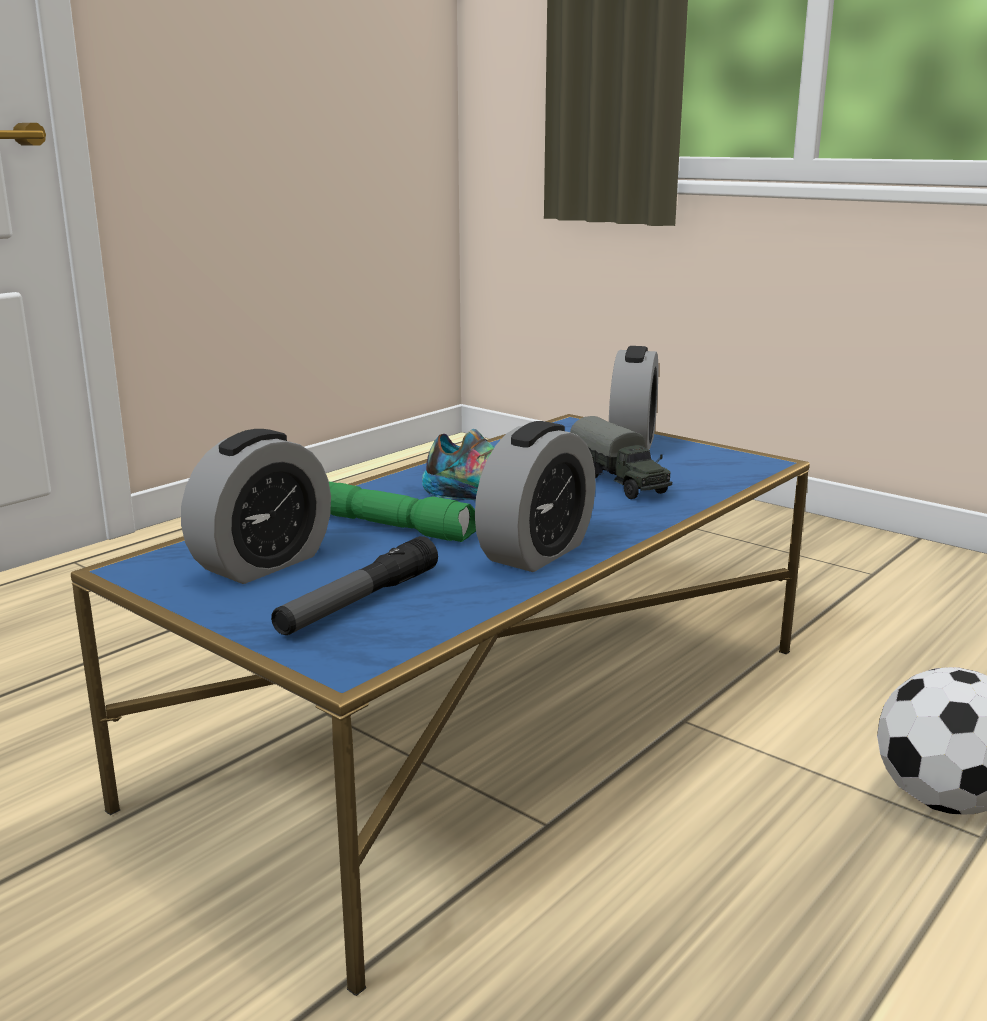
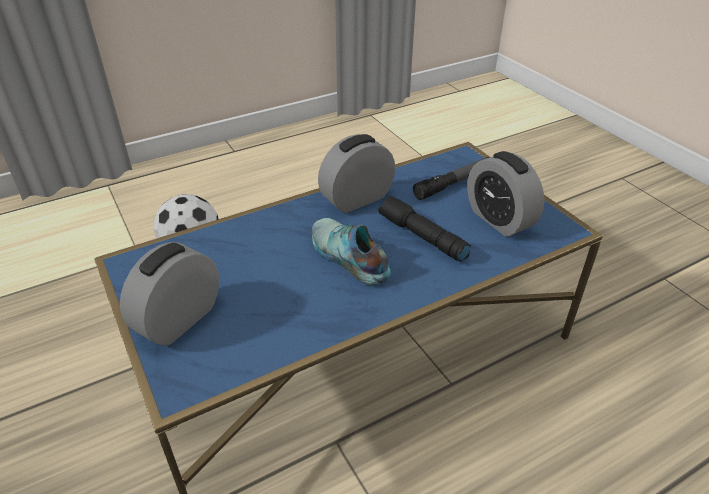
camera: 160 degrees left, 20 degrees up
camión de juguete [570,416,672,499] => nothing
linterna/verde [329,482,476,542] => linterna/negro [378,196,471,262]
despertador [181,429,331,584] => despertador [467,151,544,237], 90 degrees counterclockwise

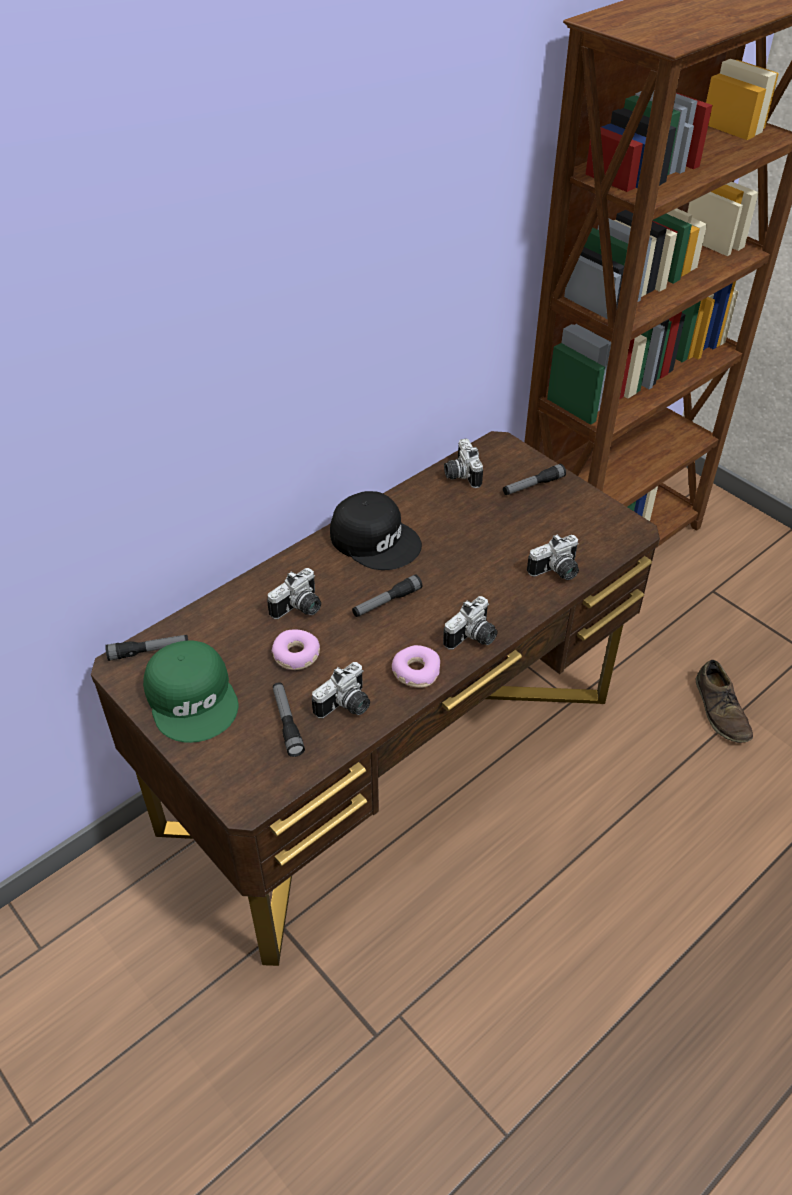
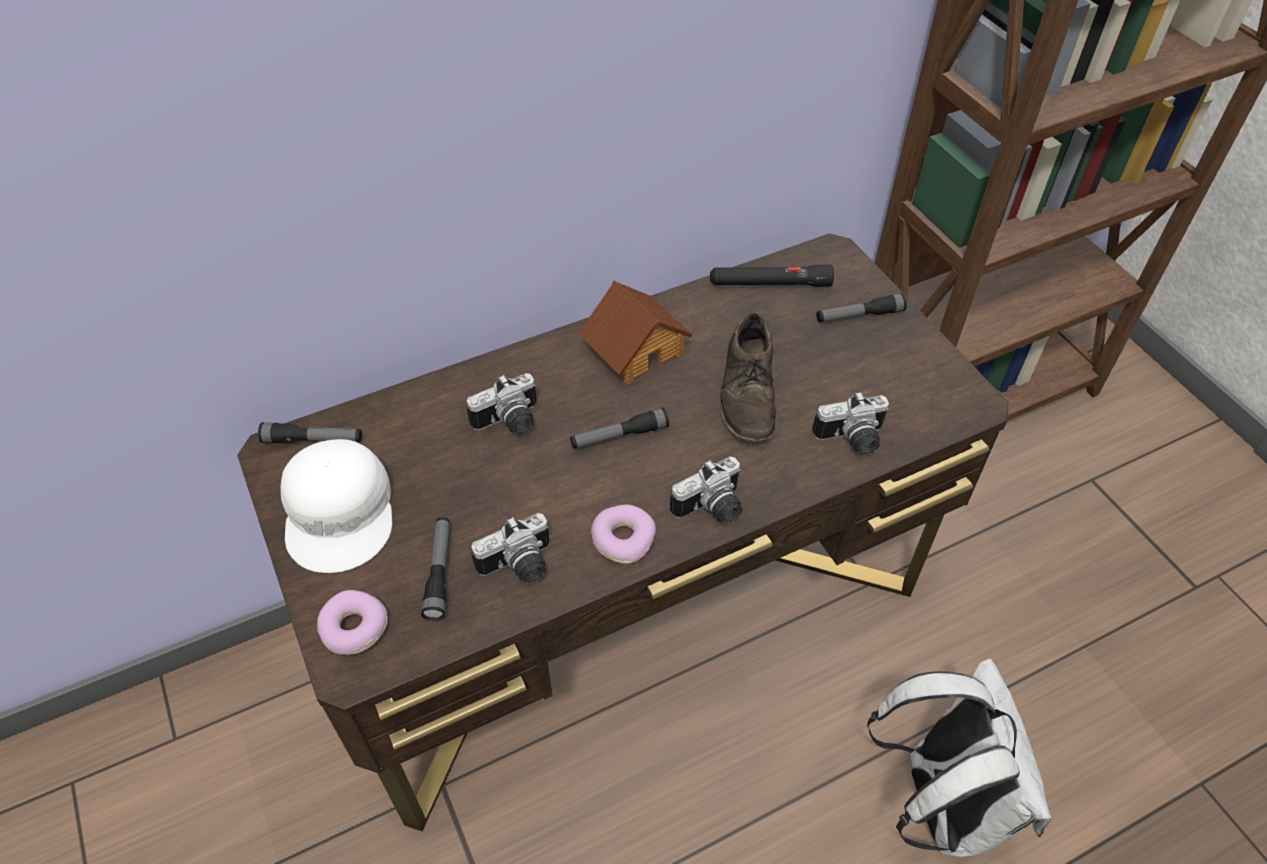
camera: 15 degrees right, 5 degrees up
nothing => mochila/blanco [867,659,1051,857]
rosquilla [272,630,320,670] => rosquilla [317,590,388,655], relocated
zapato/marrón [696,660,753,743] => zapato/marrón [720,313,776,442], relocated
gorra/negro [330,491,422,570] => casita [578,280,693,385]
cámara [444,439,483,488] => linterna/negro [710,265,834,287]
gorra/verde [143,641,239,743] => gorra/blanco [280,439,392,573]

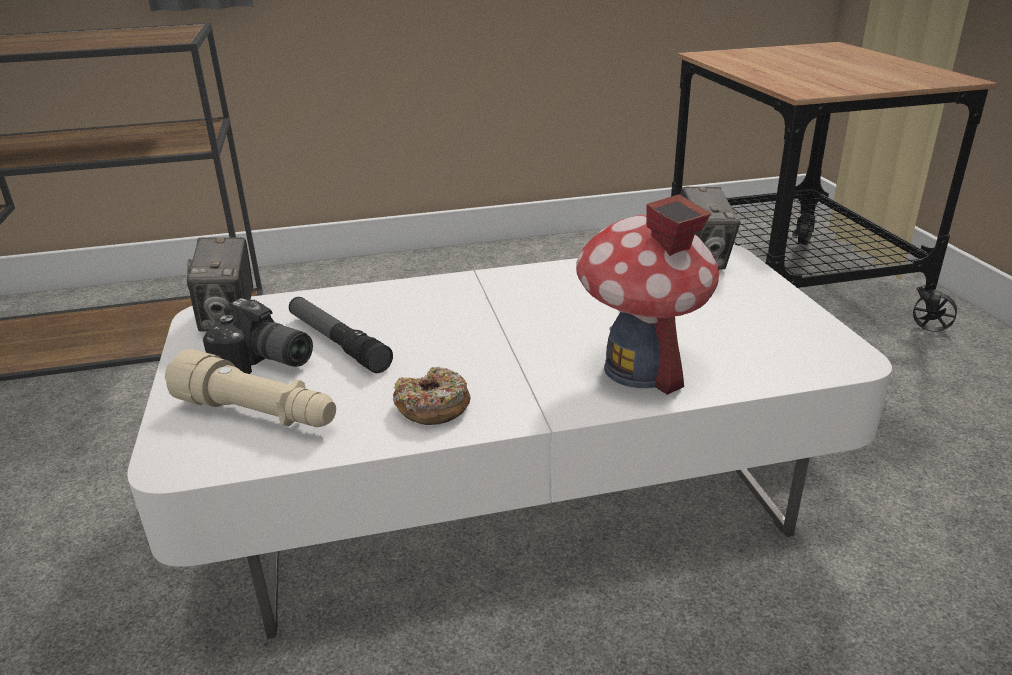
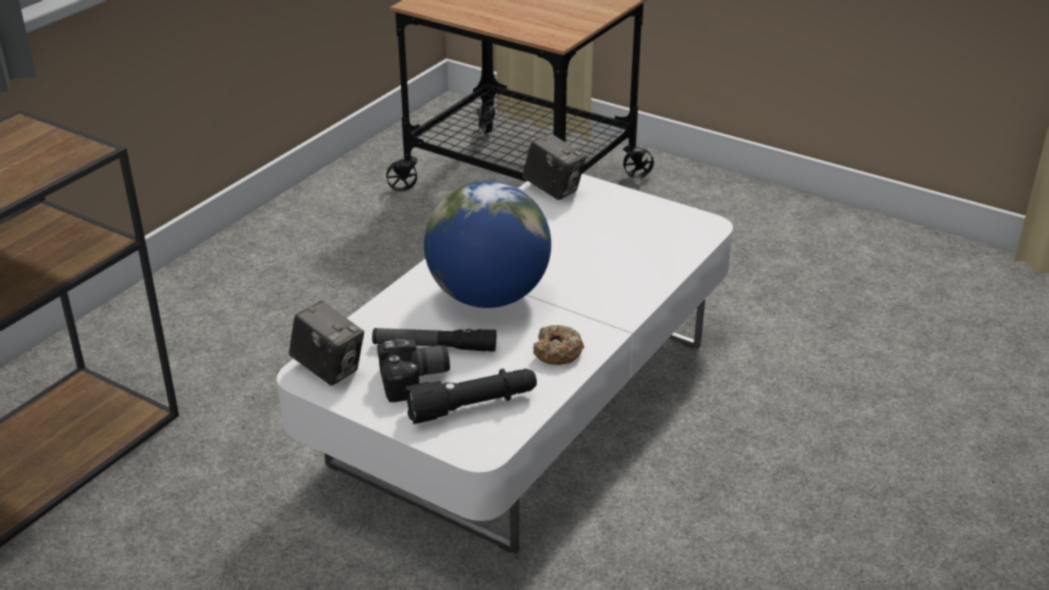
camera: 45 degrees left, 5 degrees up
casita [576,195,719,395] => nothing
nothing => globo terráqueo [424,181,551,308]
linterna/beis [165,349,336,427] => linterna/negro [404,369,537,424]

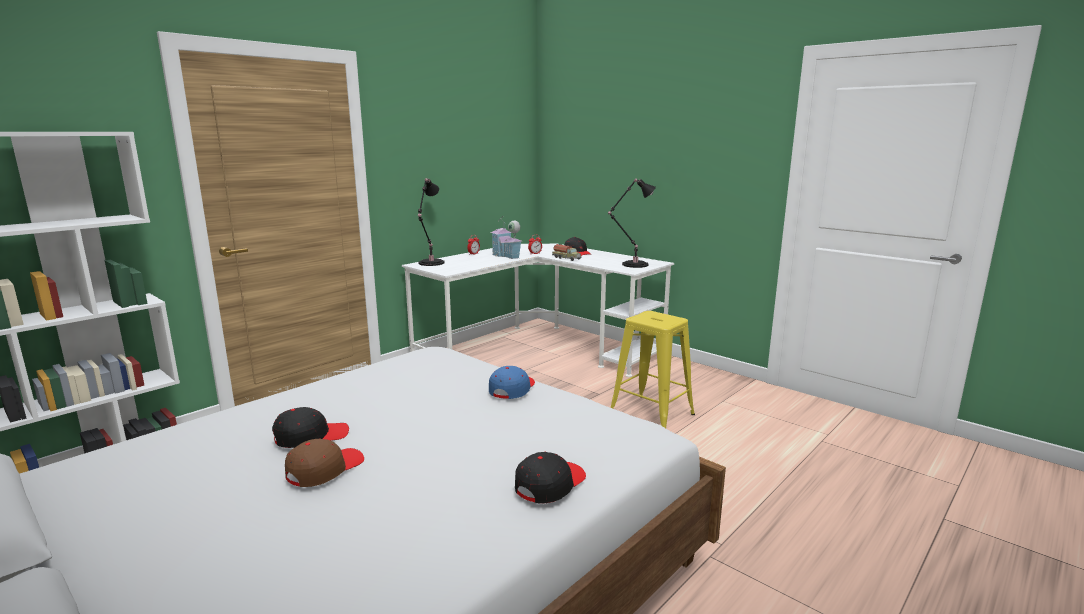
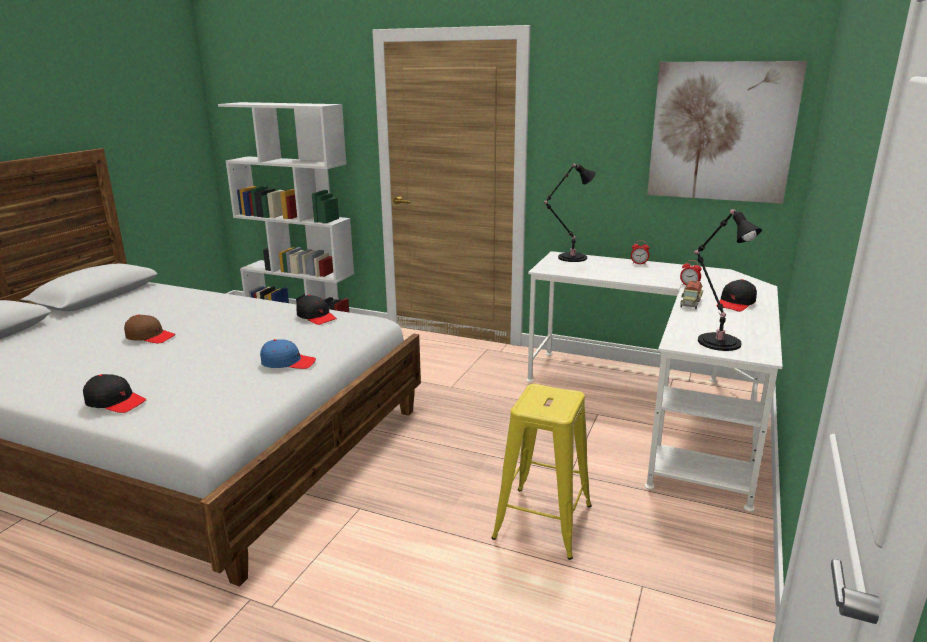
camera: 70 degrees right, 5 degrees up
casita [490,217,522,259] => nothing
nothing => cuadro [647,61,807,204]
gorra/negro [272,407,349,448] => gorra/negro [296,295,337,325], relocated

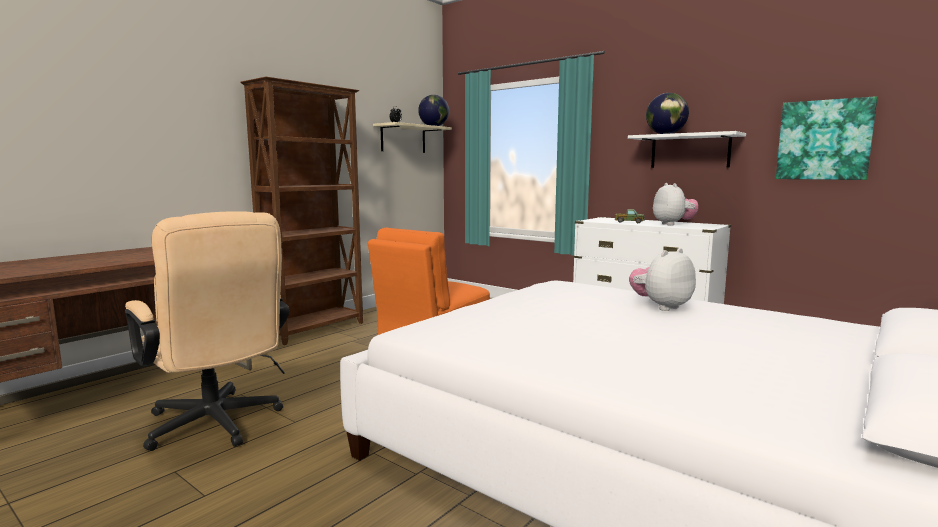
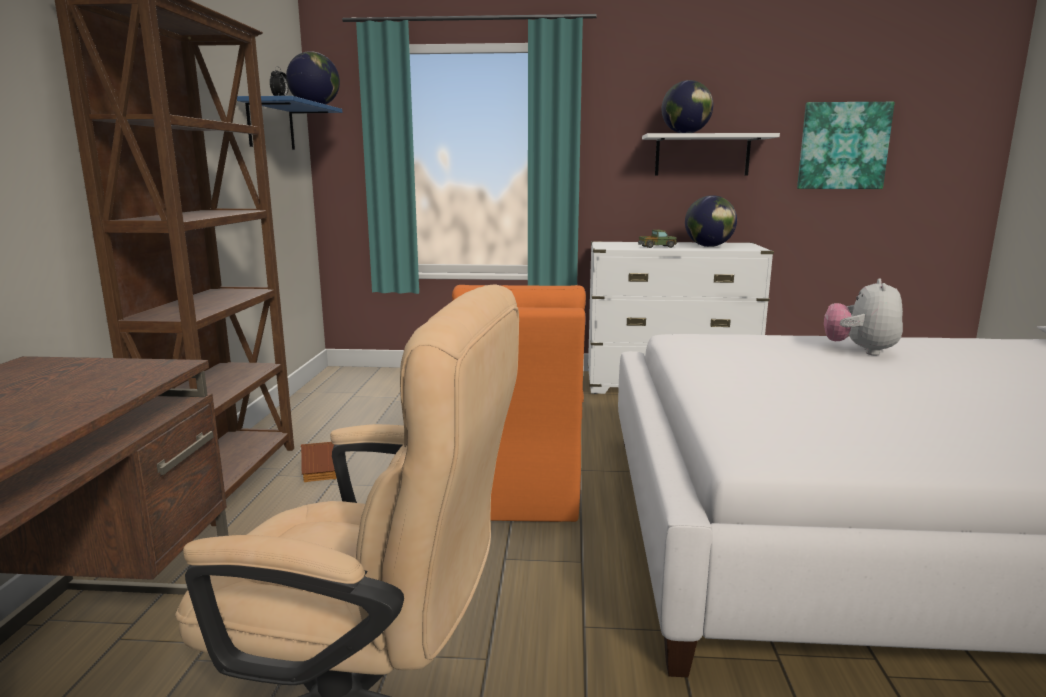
camera: 35 degrees left, 5 degrees up
nothing => casita [301,442,337,482]
peluche [653,183,699,226] => globo terráqueo [685,195,737,247]
estante/beis [373,122,452,153] => estante/azul [237,96,342,150]

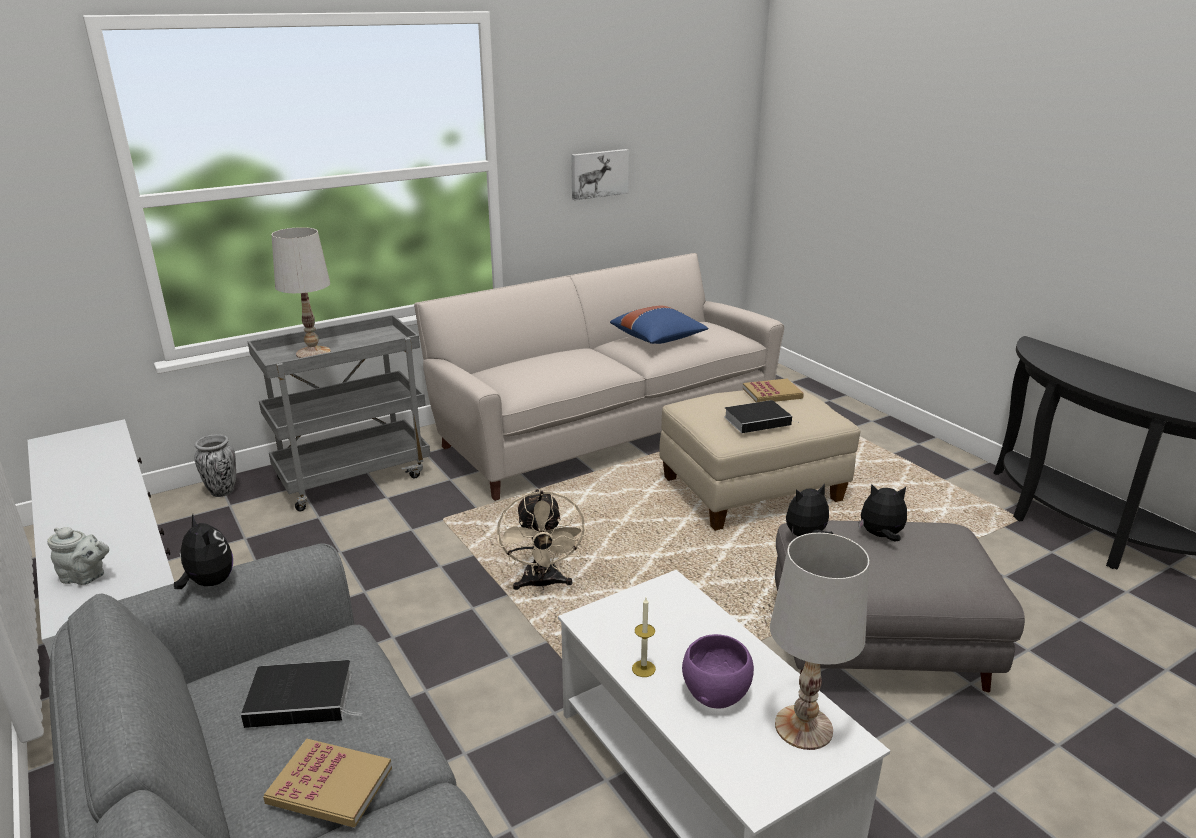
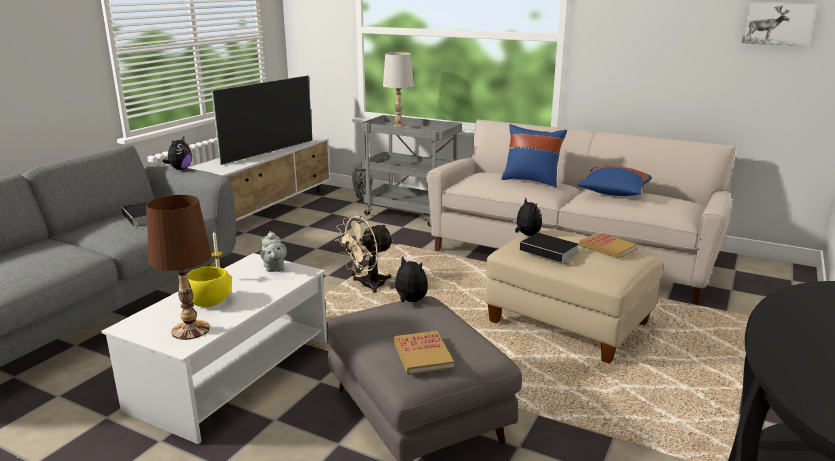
camera: 60 degrees right, 5 degrees down
nothing => televisor [212,75,312,165]
nothing => cojín/azul [501,124,567,187]
tetera/gris [47,527,109,585] => tetera/gris [260,231,287,272], relocated
libro [263,739,392,828] => libro [394,331,454,375], relocated
cuadro [571,149,629,200] => cuadro [741,2,815,46], relocated
peluche [859,484,907,542] => peluche [513,198,542,236], relocated
cuenco/morado [682,634,754,709] => cuenco/amarillo [188,267,232,307]
lámpara de mesa/blanco [770,533,869,750] => lámpara de mesa/marrón [146,195,211,340]

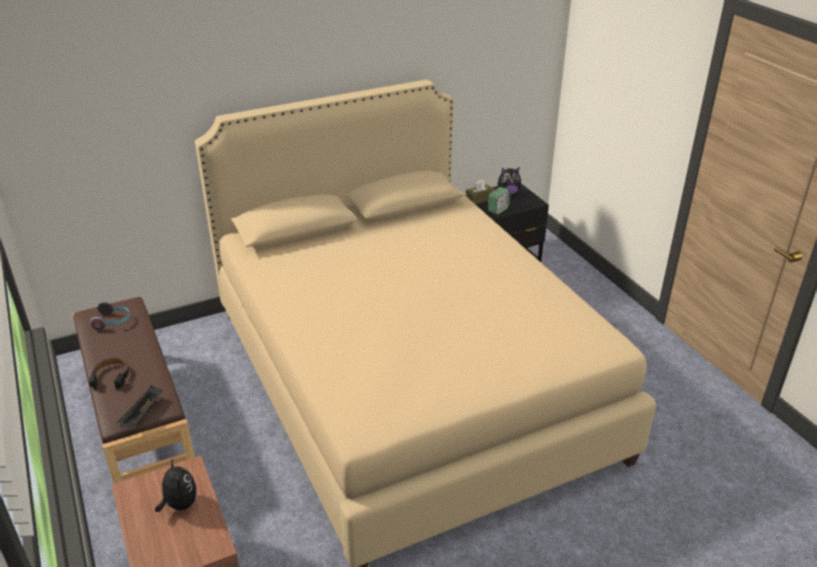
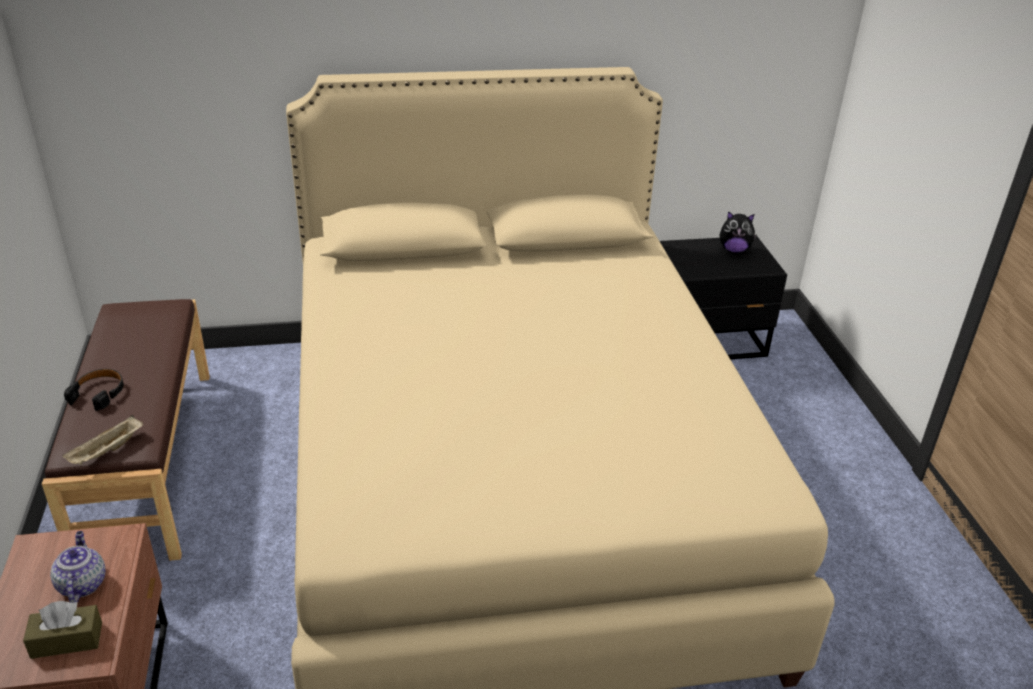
camera: 15 degrees right, 0 degrees up
auriculares [90,302,130,330] => nothing
despertador [488,187,510,215] => nothing
caja de pañuelos/marrón [466,179,494,204] => caja de pañuelos/marrón [23,601,102,659], relocated
peluche [155,460,197,512] => tetera [50,531,105,603]
bandeja/negro [116,386,163,428] => bandeja/beis [63,415,143,465]

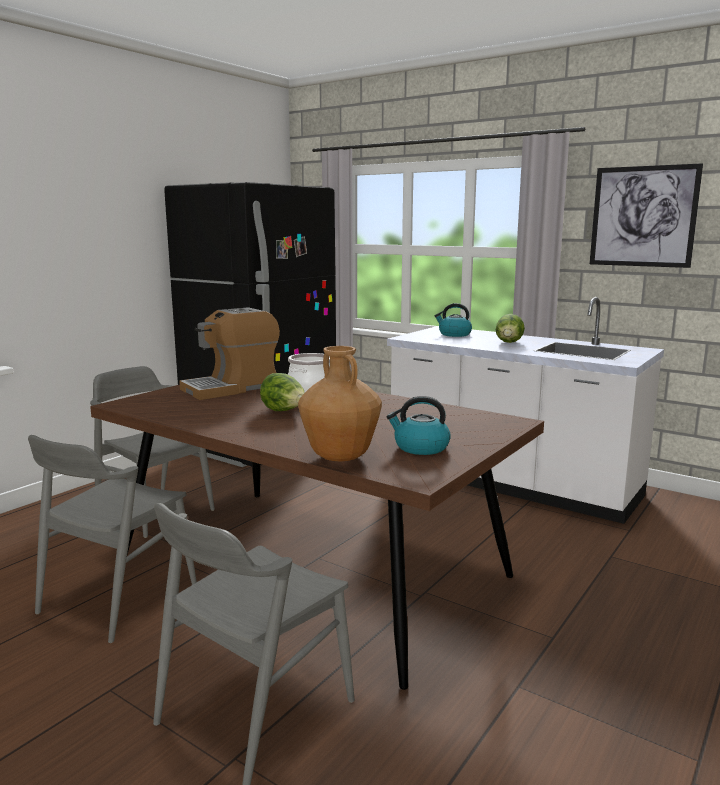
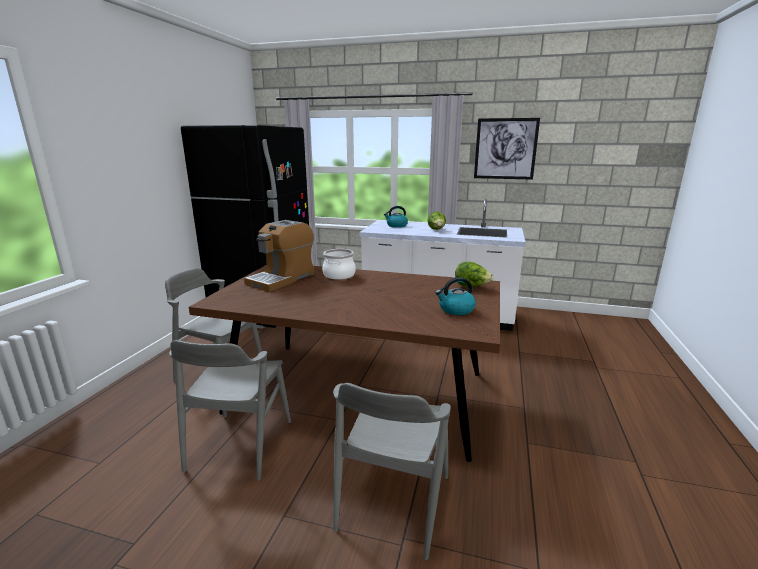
camera: 20 degrees left, 5 degrees up
florero/marrón [298,346,382,461] => nothing
lechuga [260,373,305,411] => lechuga [455,262,494,287], relocated

